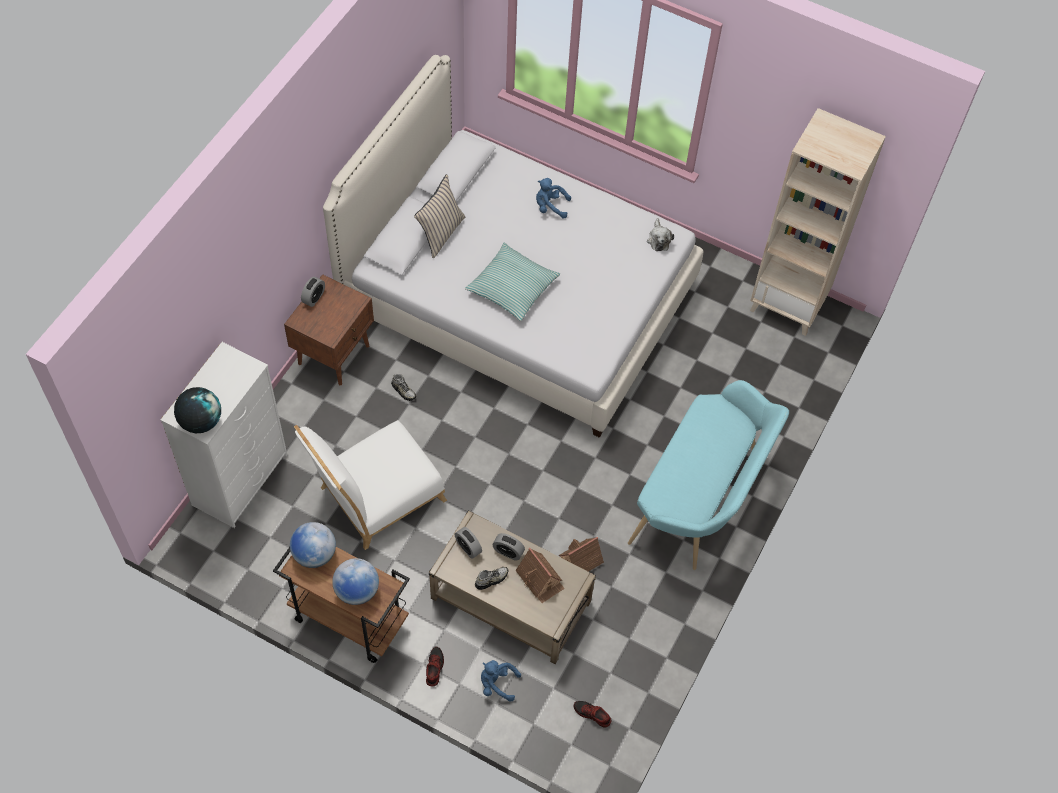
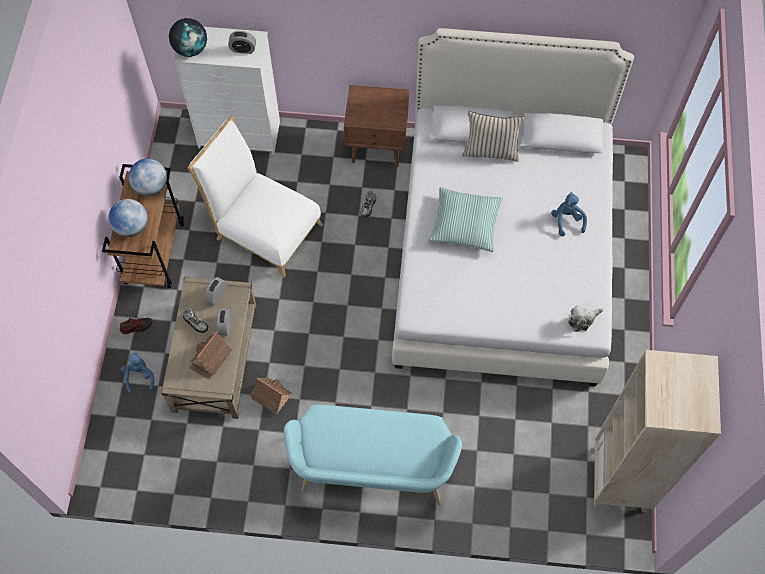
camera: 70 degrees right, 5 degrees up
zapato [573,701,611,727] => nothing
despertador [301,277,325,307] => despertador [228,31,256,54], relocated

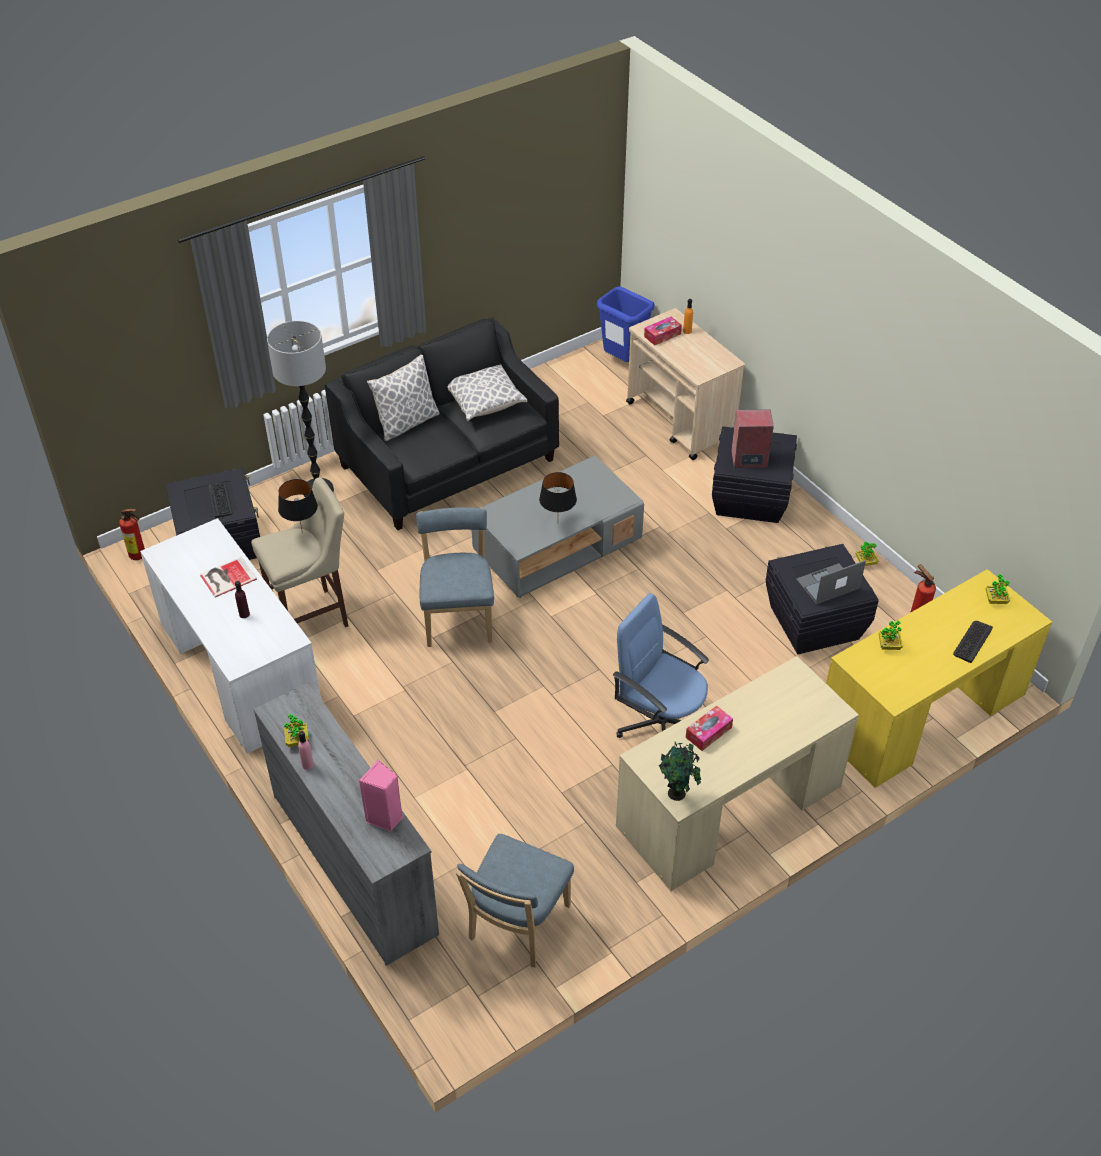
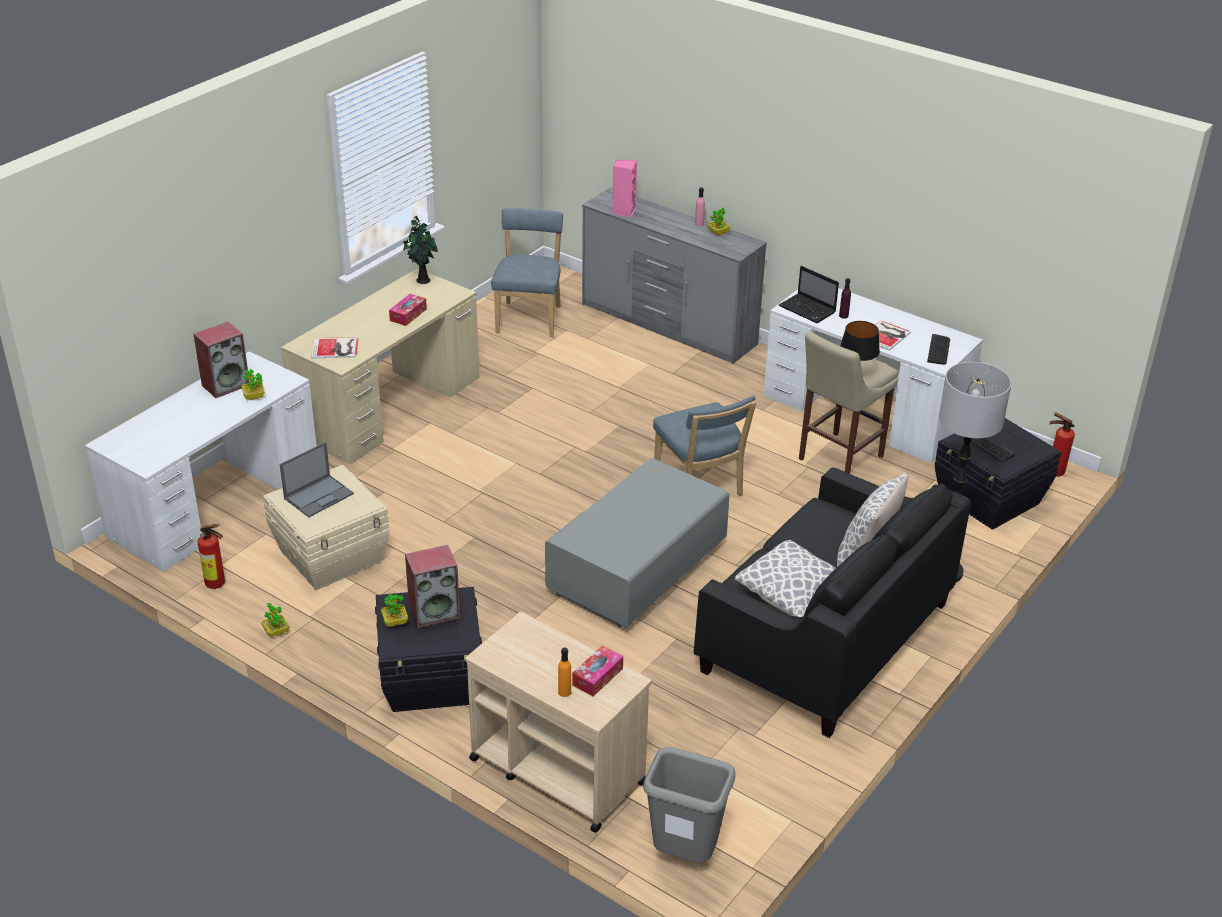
camera: 160 degrees right, 10 degrees down
lámpara de mesa/negro [539,472,577,512] => nothing
silla de oficina/azul [613,593,709,738] => nothing
nothing => altavoz [193,321,249,398]
nothing => libro [311,337,359,358]
nothing => portátil [779,266,839,323]
teclado [953,621,993,663] => teclado [927,334,950,365], relocated
planta en maceta [986,574,1010,604] => planta en maceta [381,594,408,627], relocated
papelera/azul [597,286,655,362] => papelera/gris [643,747,736,863]
caja de almacenaje/negro [766,544,879,654] => caja de almacenaje/beis [263,465,389,590]
escritorio/amarillo [826,569,1052,788] => escritorio/blanco [85,351,317,572]

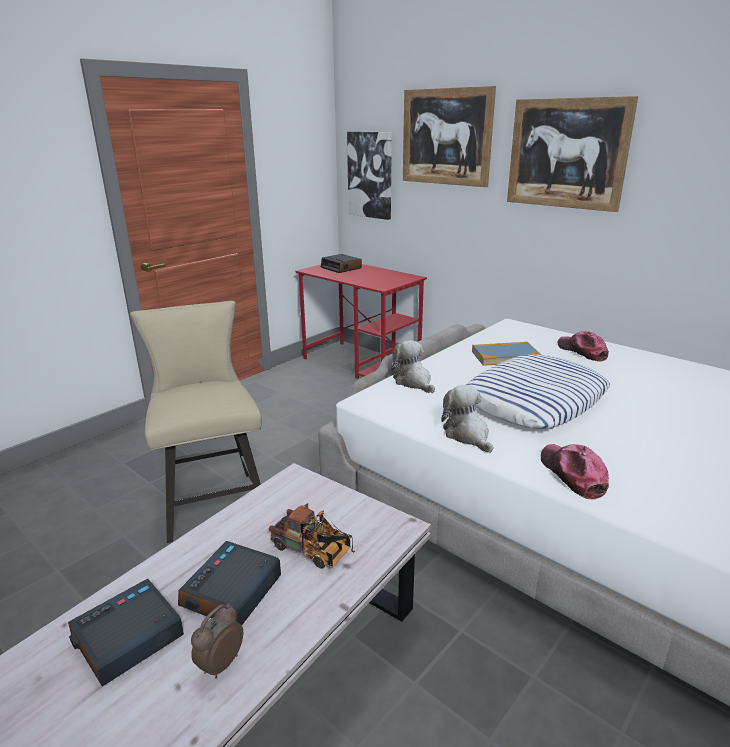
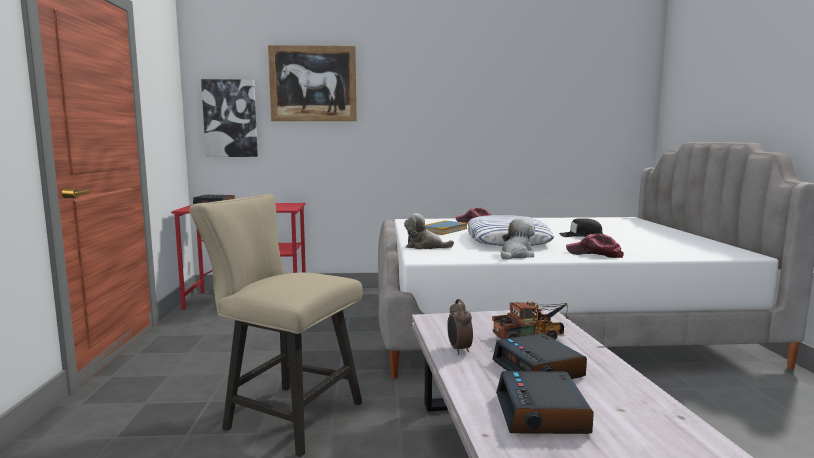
camera: 45 degrees left, 15 degrees down
cuadro [507,96,638,212] => nothing
nothing => gorra/negro [559,218,603,237]
despertador [191,603,243,678] => despertador [447,299,473,355], relocated
peluche [441,385,494,453] => peluche [501,219,535,260], 105 degrees clockwise

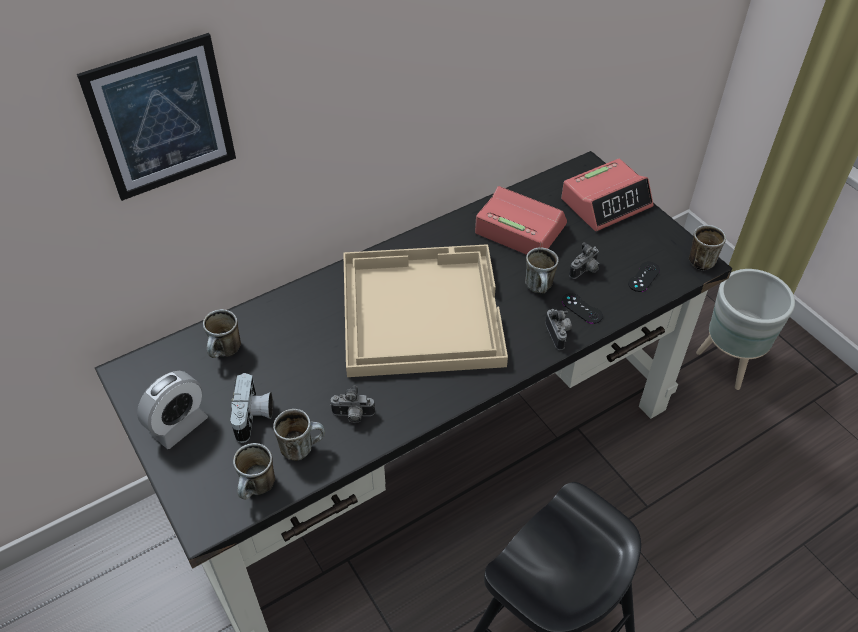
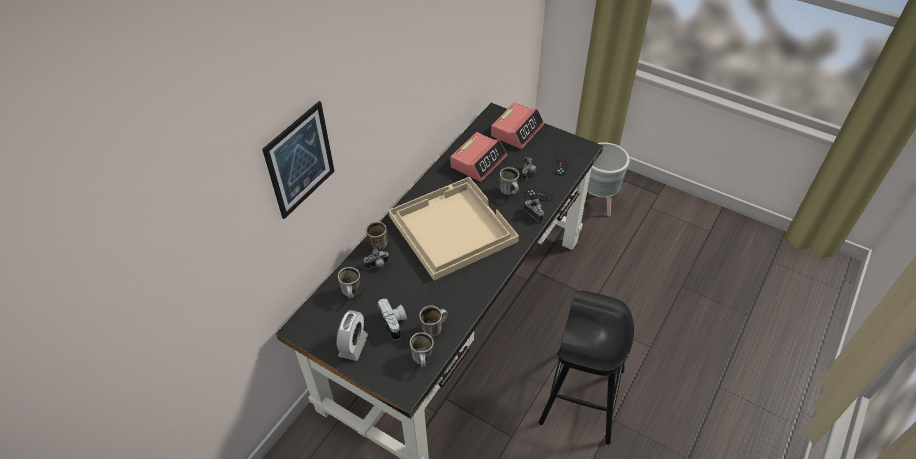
camera: 25 degrees left, 0 degrees up
cámara [330,385,375,423] => cámara [364,247,389,269], relocated
taza grande [689,225,726,270] => taza grande [366,221,387,251], relocated
despertador [475,186,567,255] => despertador [451,132,507,182], 120 degrees clockwise

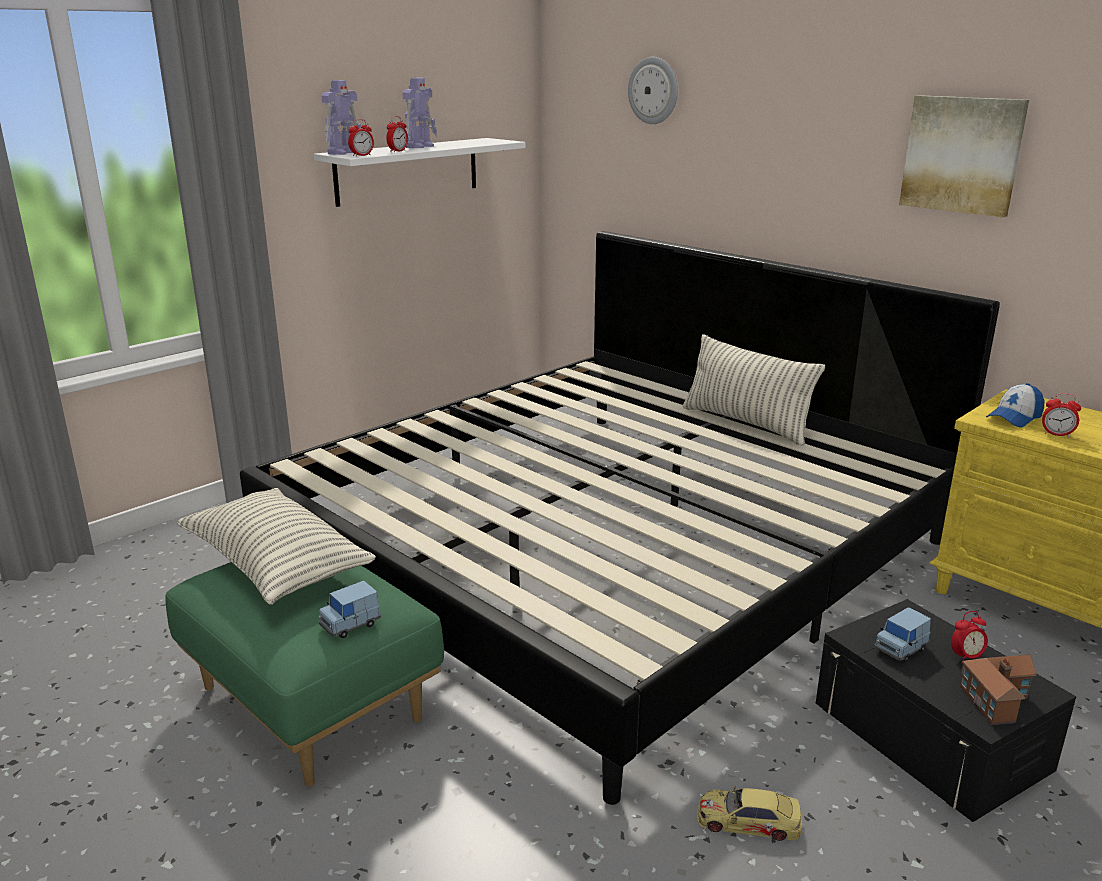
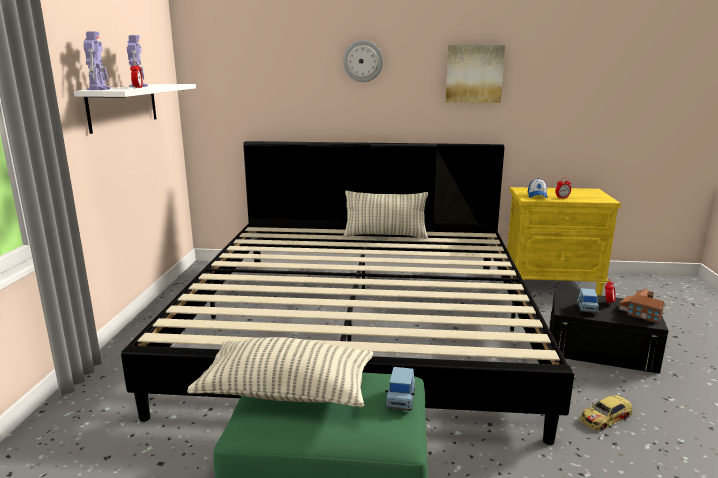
camera: 40 degrees left, 5 degrees down
despertador [348,119,374,156] => nothing
reloj de pared [628,57,678,124] => reloj de pared [343,40,383,82], relocated

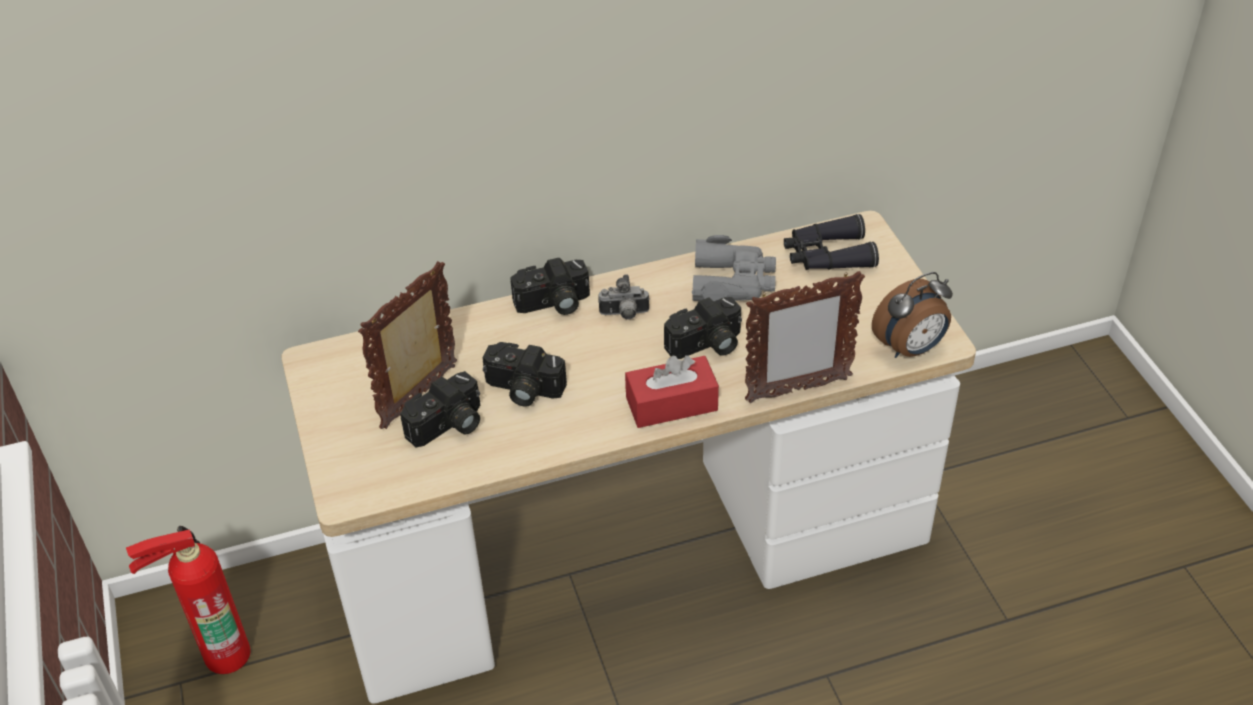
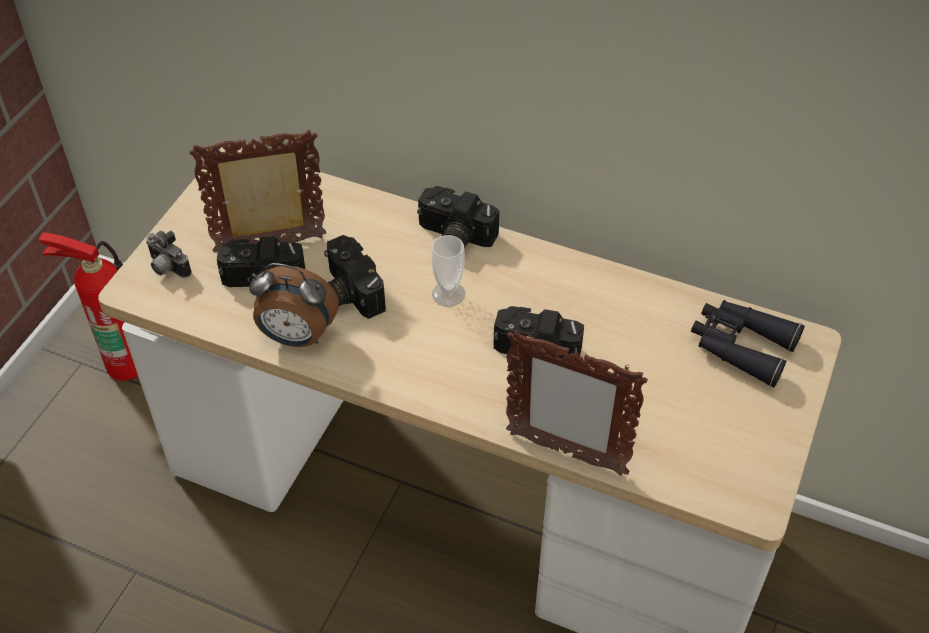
camera: 40 degrees right, 5 degrees up
caja de pañuelos/rojo [625,355,719,428] => nothing
prismáticos/gris [692,235,776,301] => nothing
nothing => taza [431,235,465,307]
cámara [598,274,650,319] => cámara [146,231,192,278], relocated
despertador [872,272,953,358] => despertador [249,263,339,347], relocated

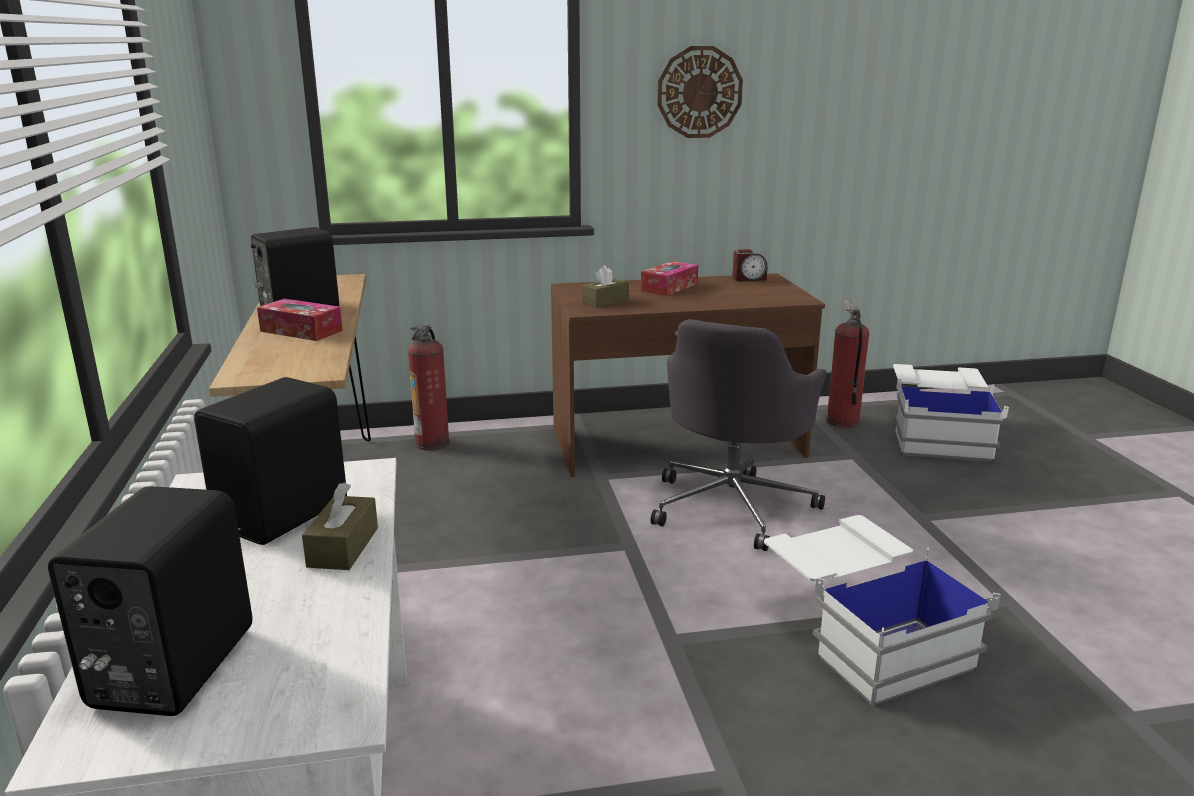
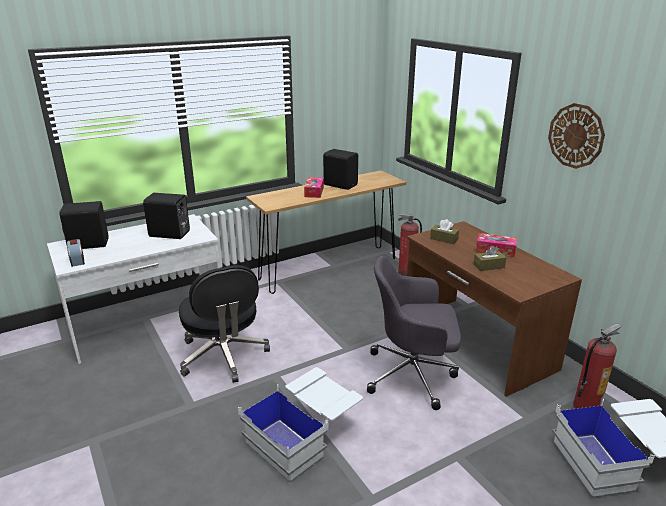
camera: 70 degrees right, 5 degrees up
nothing => silla de oficina/negro [179,265,270,383]
caja de pañuelos/marrón [302,482,378,570] => caja de pañuelos/marrón [473,246,506,271], relocated
despertador [732,249,767,281] => despertador [67,239,85,267], relocated

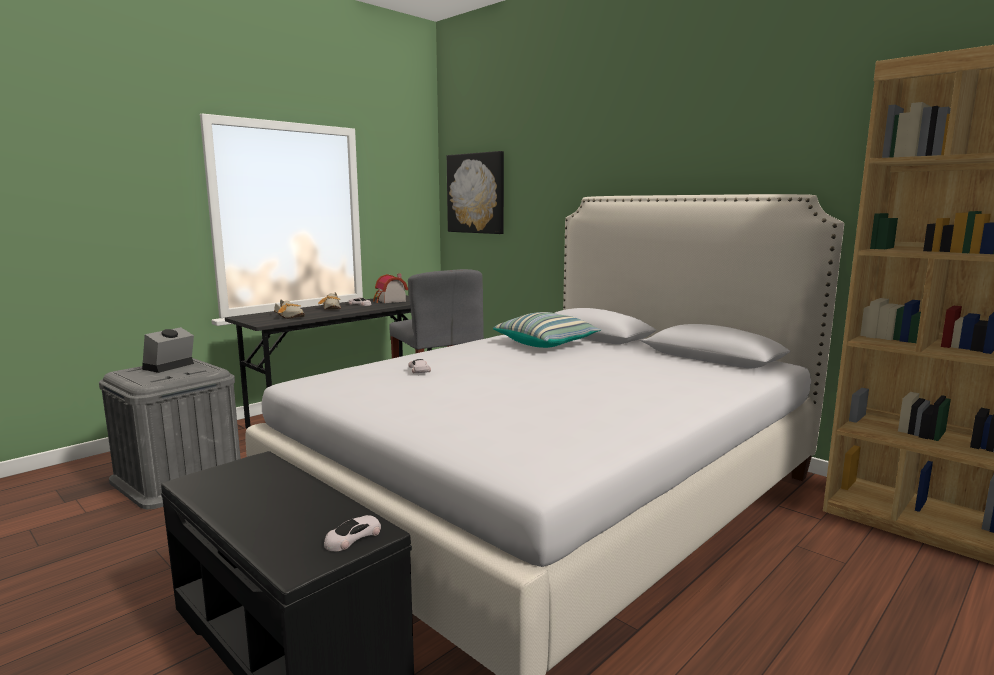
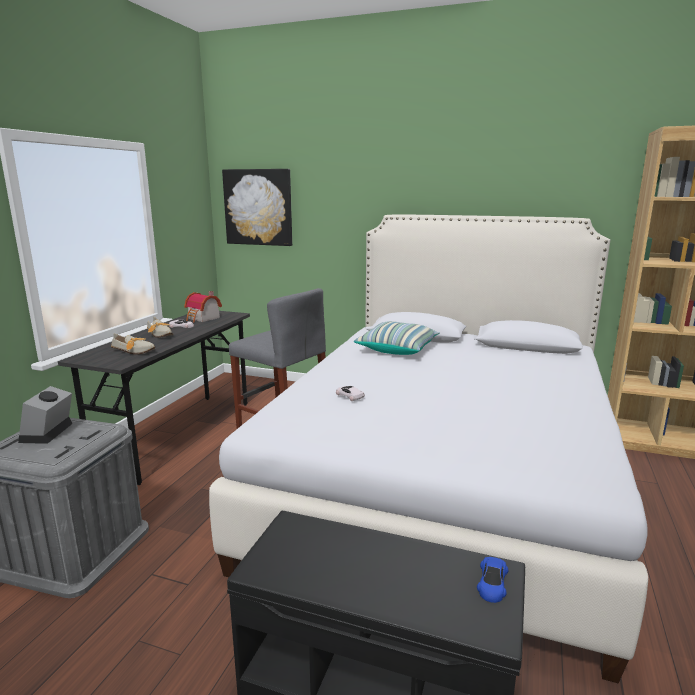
camera: 25 degrees left, 5 degrees up
coche de juguete/blanco [324,515,381,551] => coche de juguete/azul [477,557,508,603]

